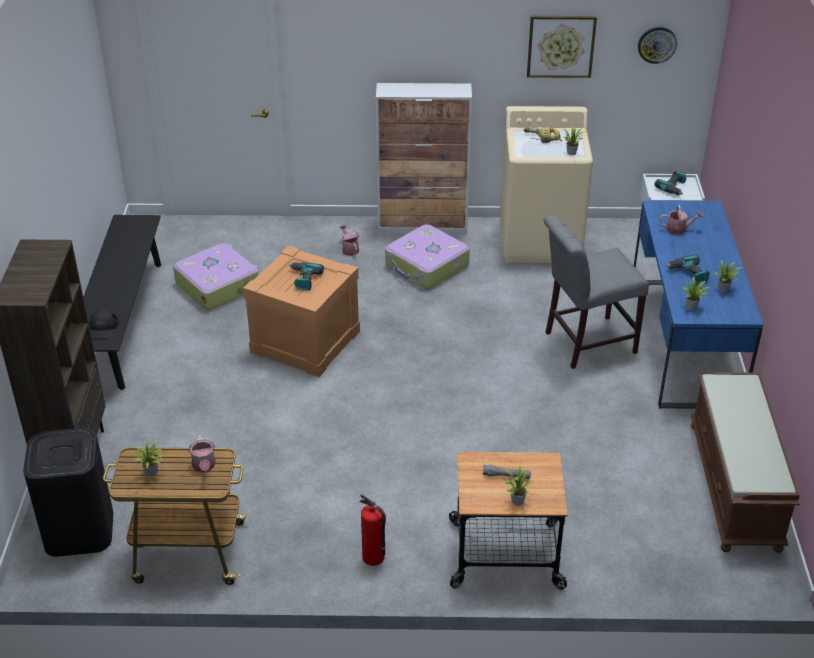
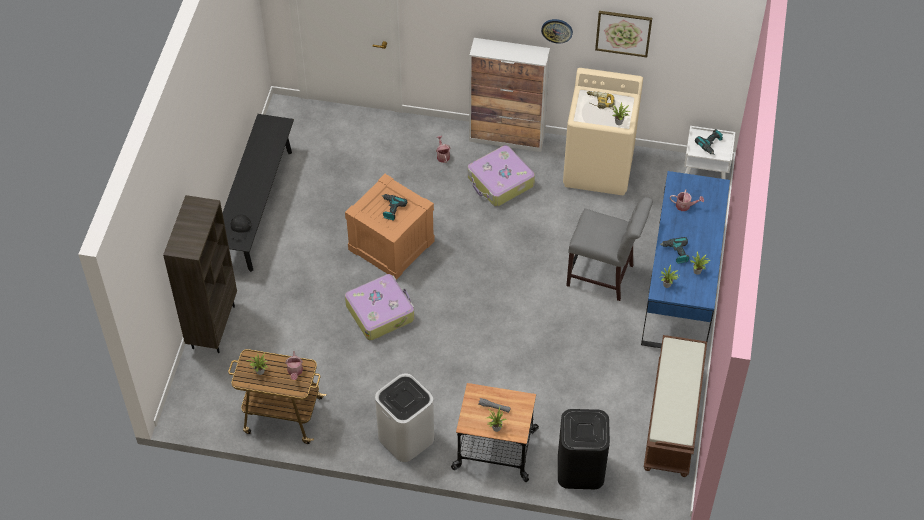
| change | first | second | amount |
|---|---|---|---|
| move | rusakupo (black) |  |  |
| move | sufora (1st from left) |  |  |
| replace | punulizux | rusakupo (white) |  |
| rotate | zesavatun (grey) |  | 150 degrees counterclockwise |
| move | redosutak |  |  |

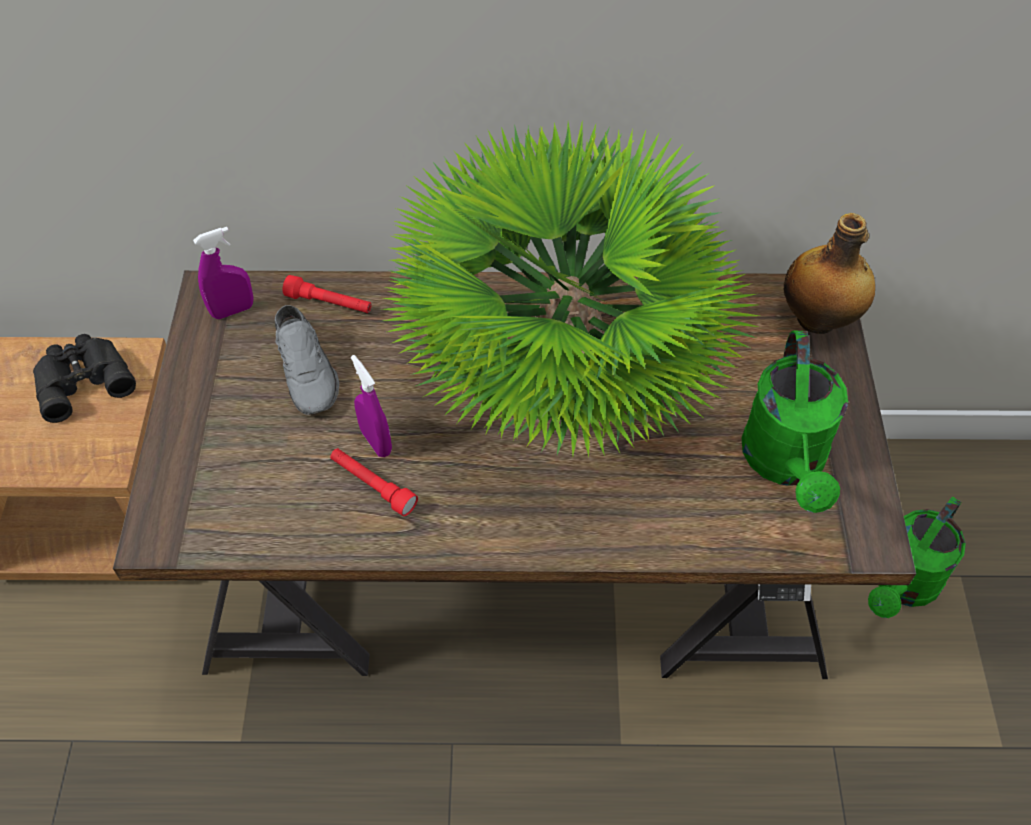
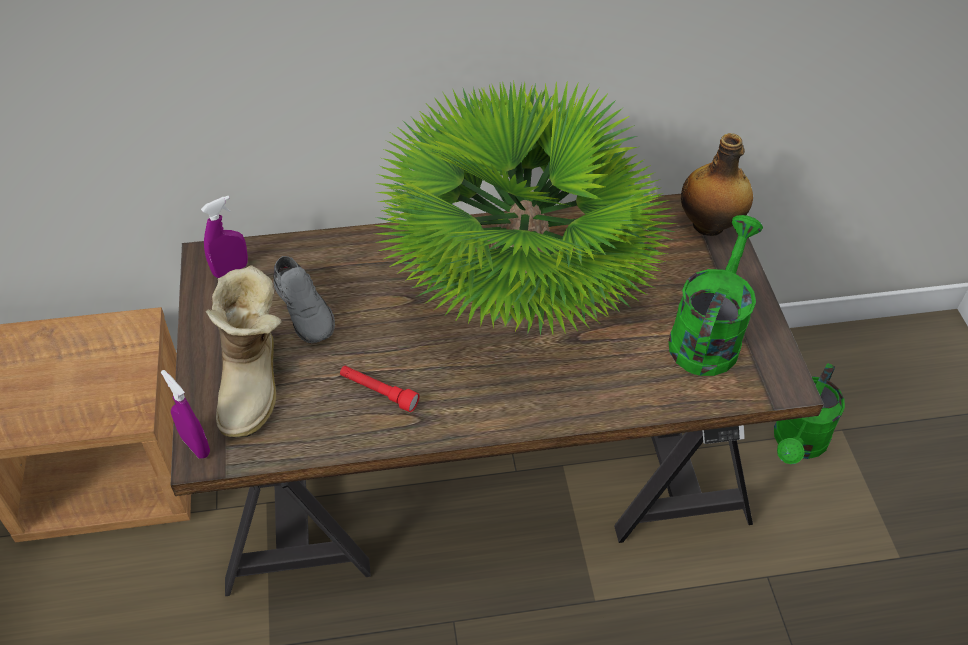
| change | first | second | amount |
|---|---|---|---|
| delete | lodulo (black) |  |  |
| delete | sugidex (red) (1st from left) |  |  |
| move | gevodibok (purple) (2nd from left in the first image) | gevodibok (purple) (1st from left) |  |
| rotate | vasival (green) (1st from left) |  | 150 degrees counterclockwise |
| insert |  | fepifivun |  |

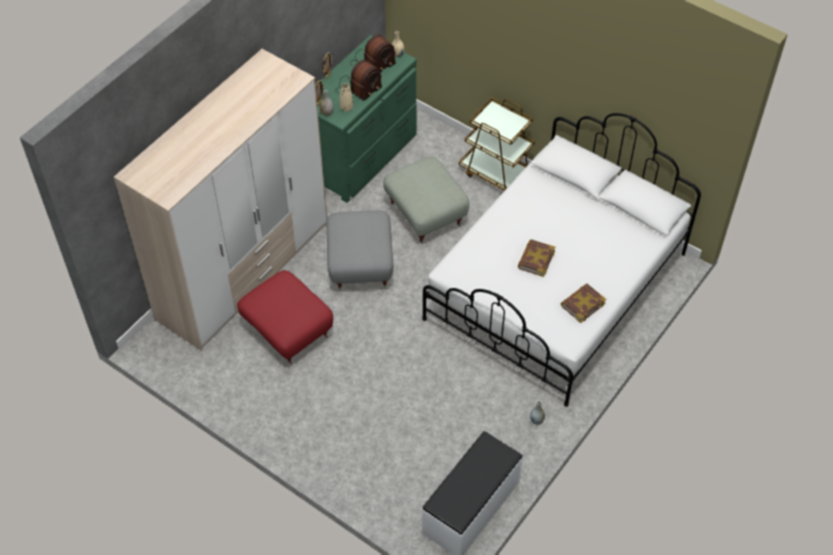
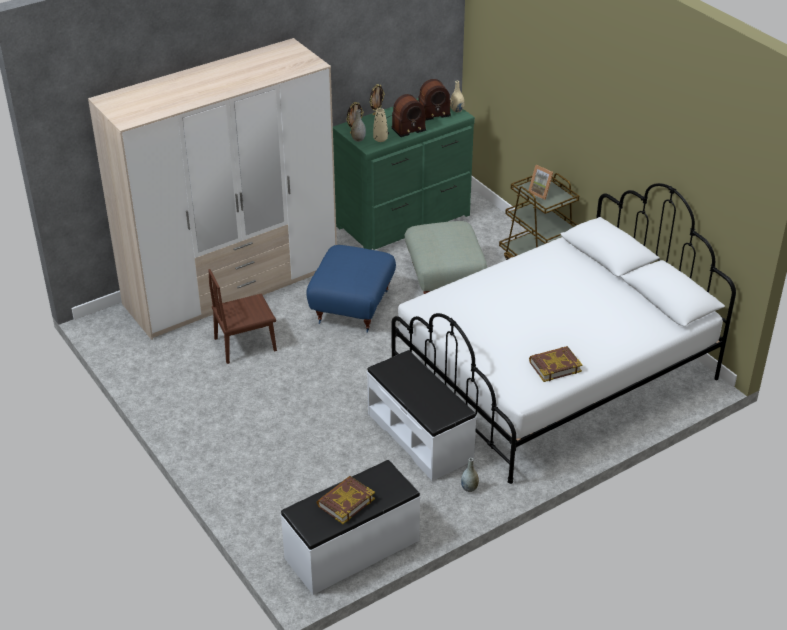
| change | first | second | amount |
|---|---|---|---|
| replace | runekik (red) | zesavatun (brown) |  |
| recolor | runekik (grey) (1st from left) | runekik (blue) |  |
| move | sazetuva (1st from left) |  |  |
| insert |  | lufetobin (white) (2nd from left) |  |
| insert |  | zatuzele (3rd from left) |  |

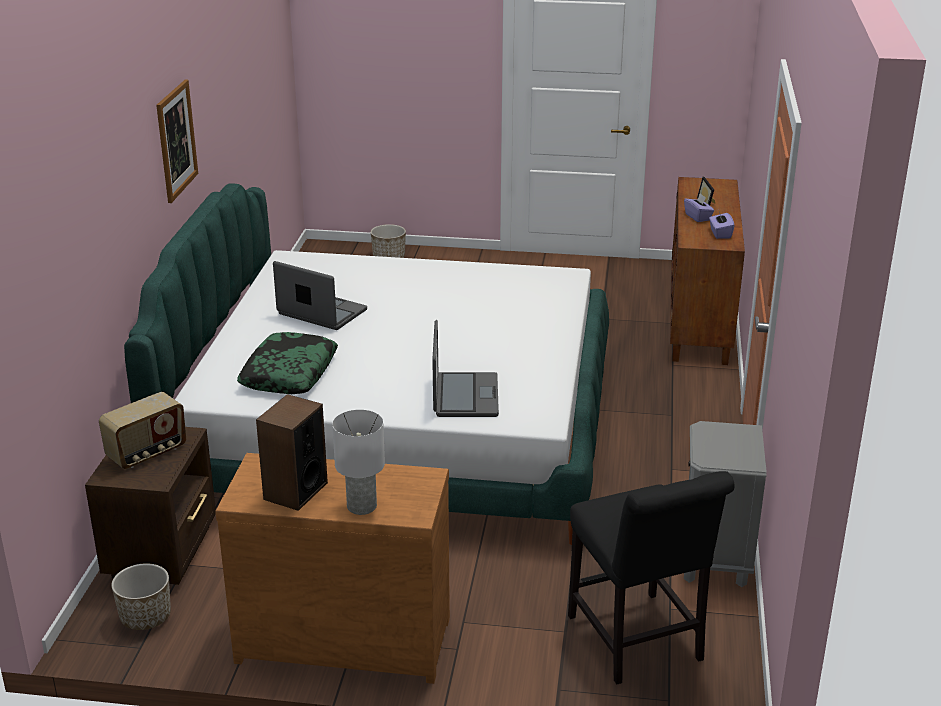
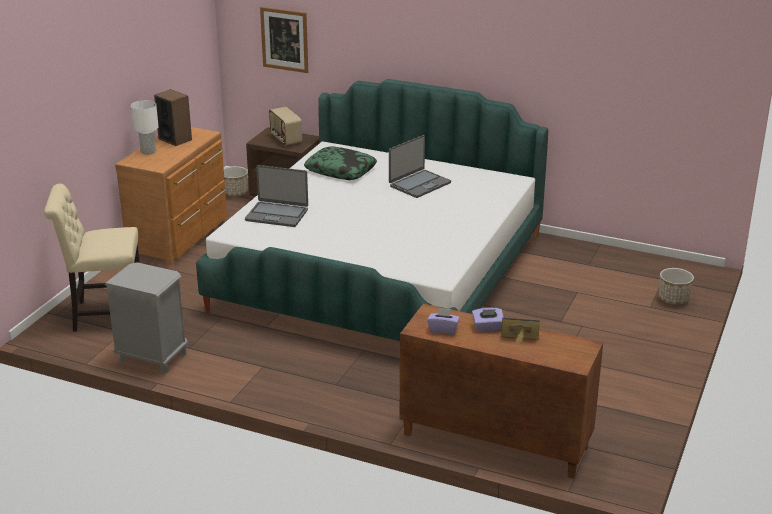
| change | first | second | amount |
|---|---|---|---|
| move | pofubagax |  |  |
| recolor | zesavatun (black) | zesavatun (beige) |  |

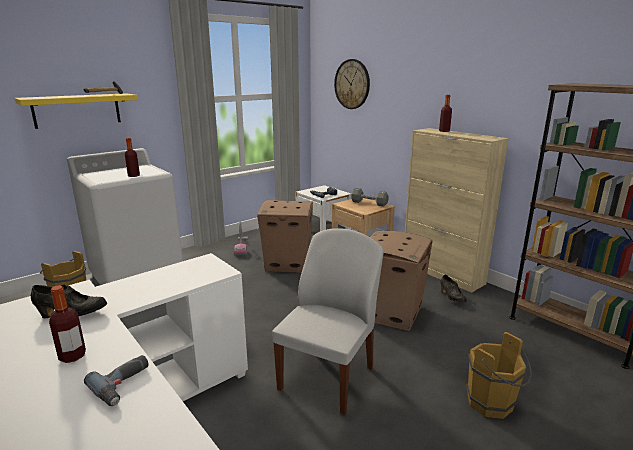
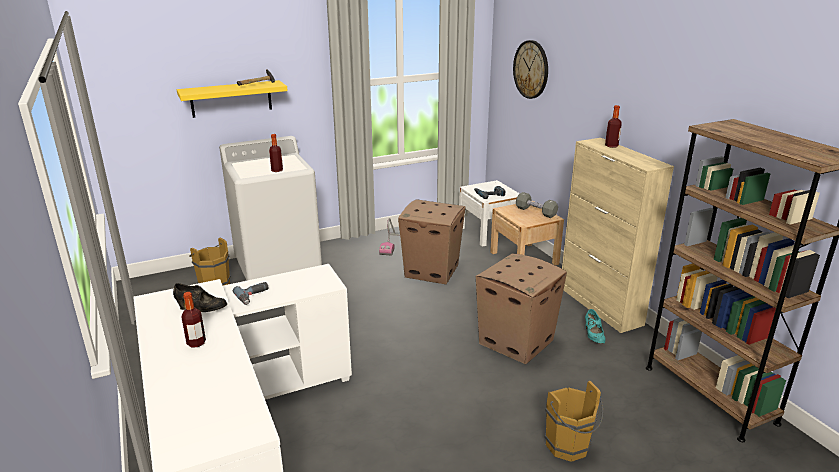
| change | first | second | amount |
|---|---|---|---|
| move | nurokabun (1st from left) |  |  |
| delete | zesavatun (white) |  |  |
| recolor | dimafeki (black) (2nd from left) | dimafeki (turquoise) |  |

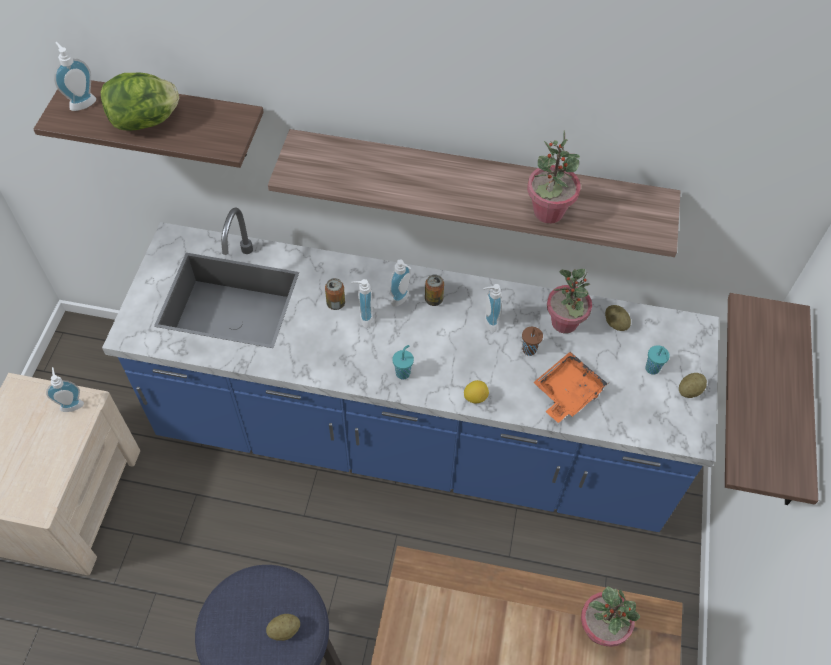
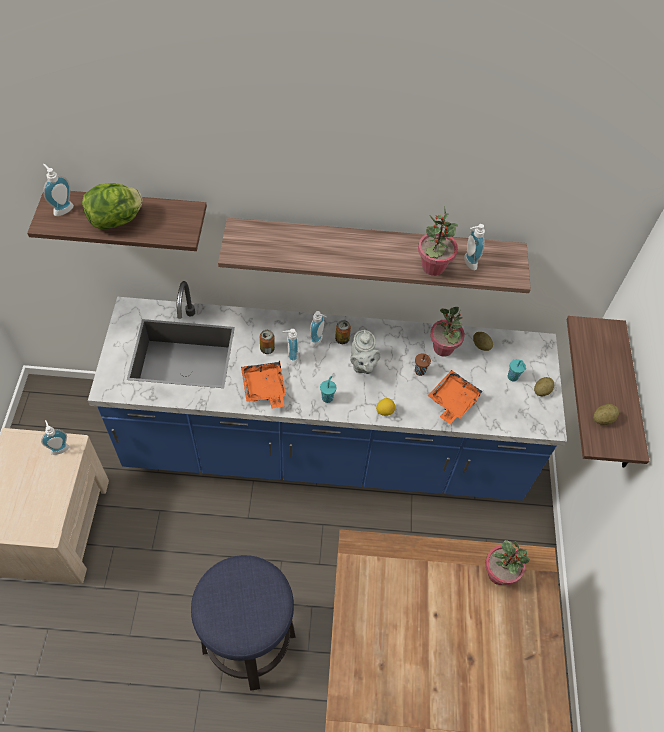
| change | first | second | amount |
|---|---|---|---|
| move | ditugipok (1st from left in the first image) | ditugipok (3rd from left) |  |
| move | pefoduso (5th from left) |  |  |
| insert |  | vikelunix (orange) (1st from left) |  |
| insert |  | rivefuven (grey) |  |

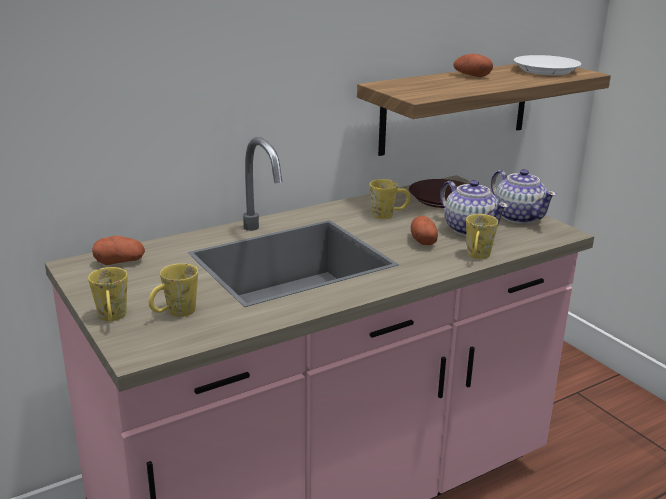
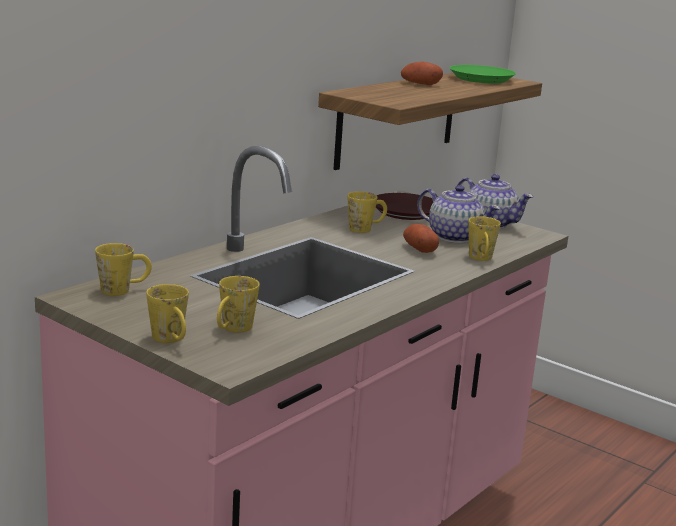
| change | first | second | amount |
|---|---|---|---|
| replace | ditugipok (1st from left) | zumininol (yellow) (1st from left) |  |
| recolor | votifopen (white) | votifopen (green) |  |

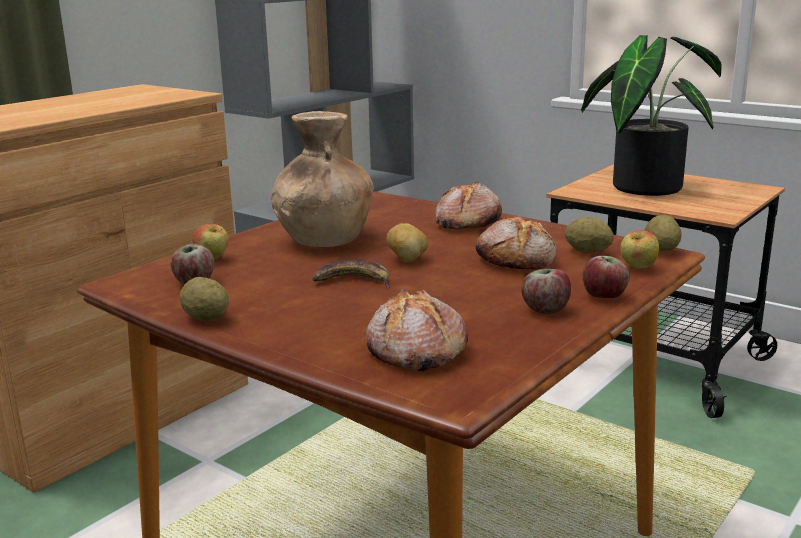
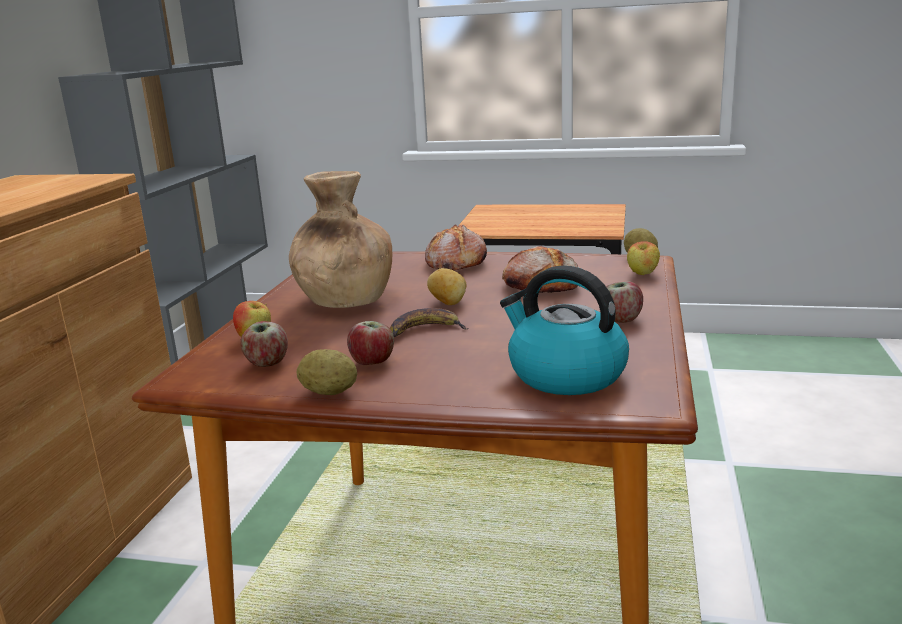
| change | first | second | amount |
|---|---|---|---|
| replace | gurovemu (1st from left) | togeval |  |
| delete | ditugipok (3rd from left) |  |  |
| delete | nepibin |  |  |
| move | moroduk (4th from left in the first image) | moroduk (3rd from left) |  |

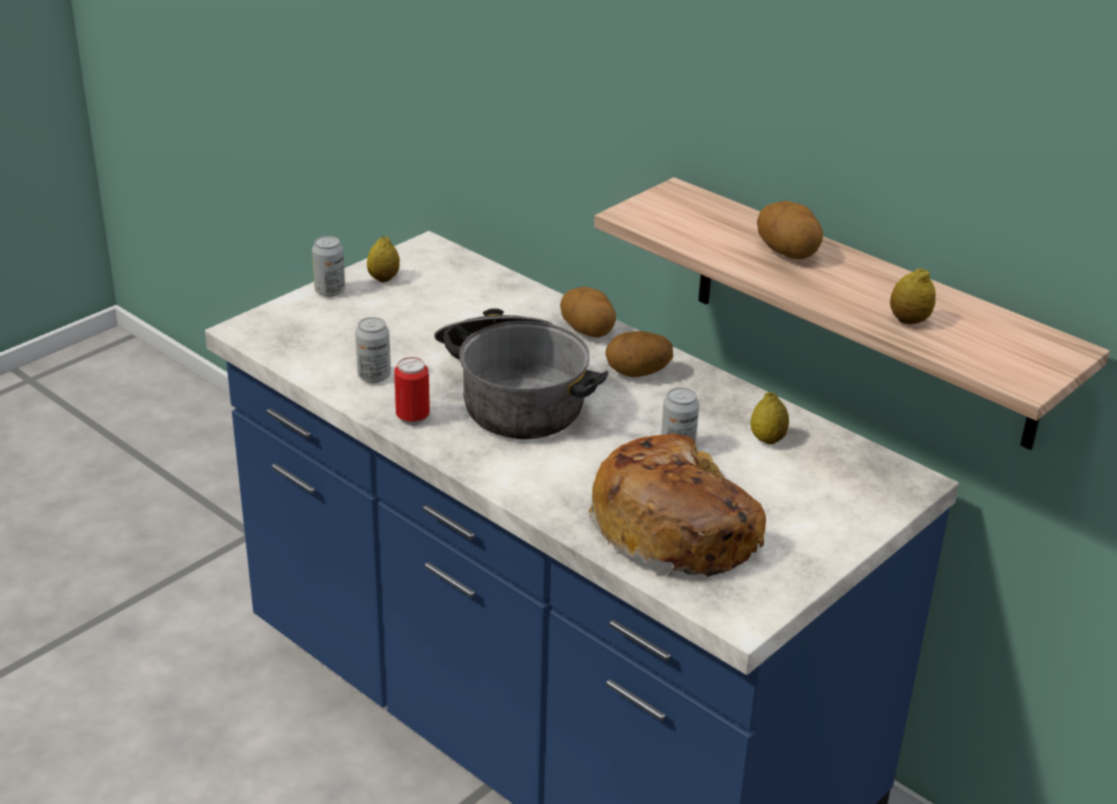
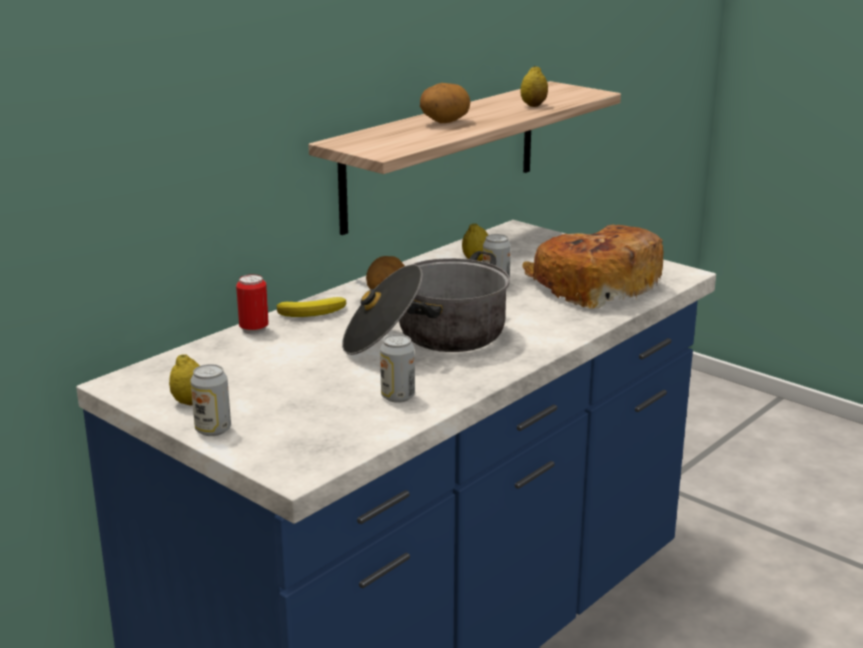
| change | first | second | amount |
|---|---|---|---|
| move | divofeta (3rd from left in the first image) | divofeta (2nd from left) |  |
| replace | ditugipok (1st from left) | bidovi |  |

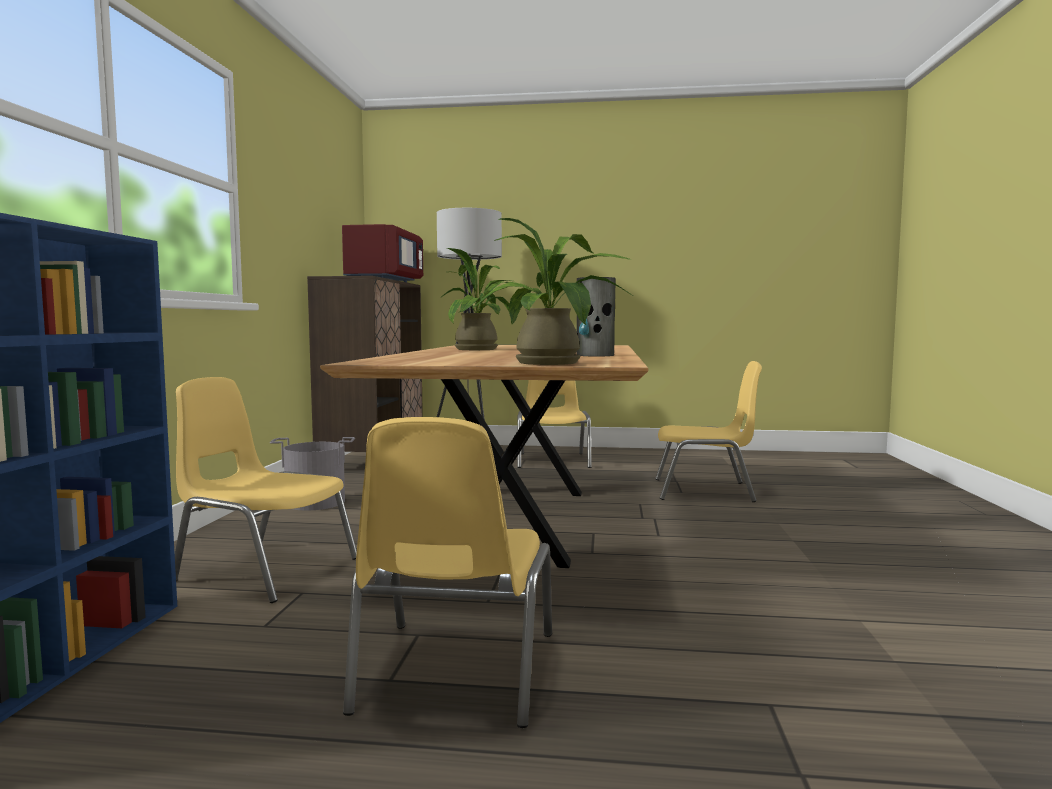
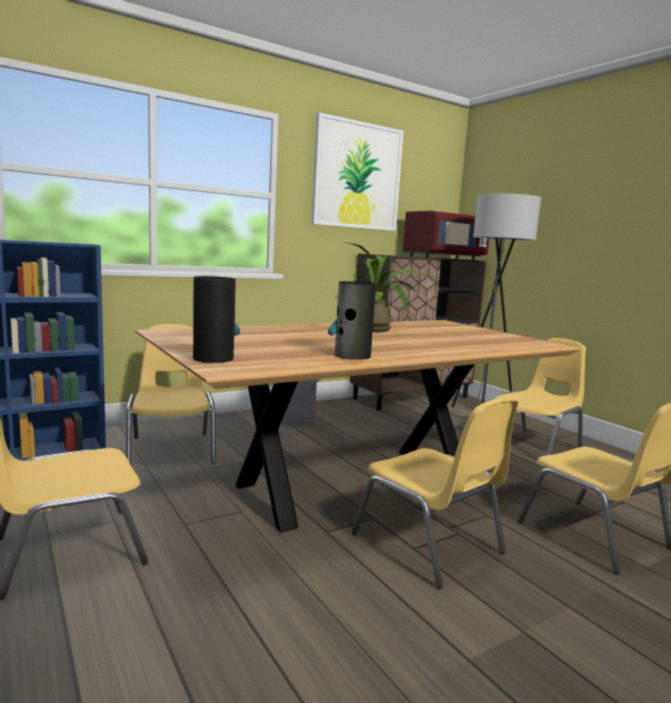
| change | first | second | amount |
|---|---|---|---|
| replace | nepibin (2nd from left) | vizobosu (1st from left) |  |
| insert |  | pofubagax |  |
| insert |  | zesavatun (yellow) (3rd from left) |  |

